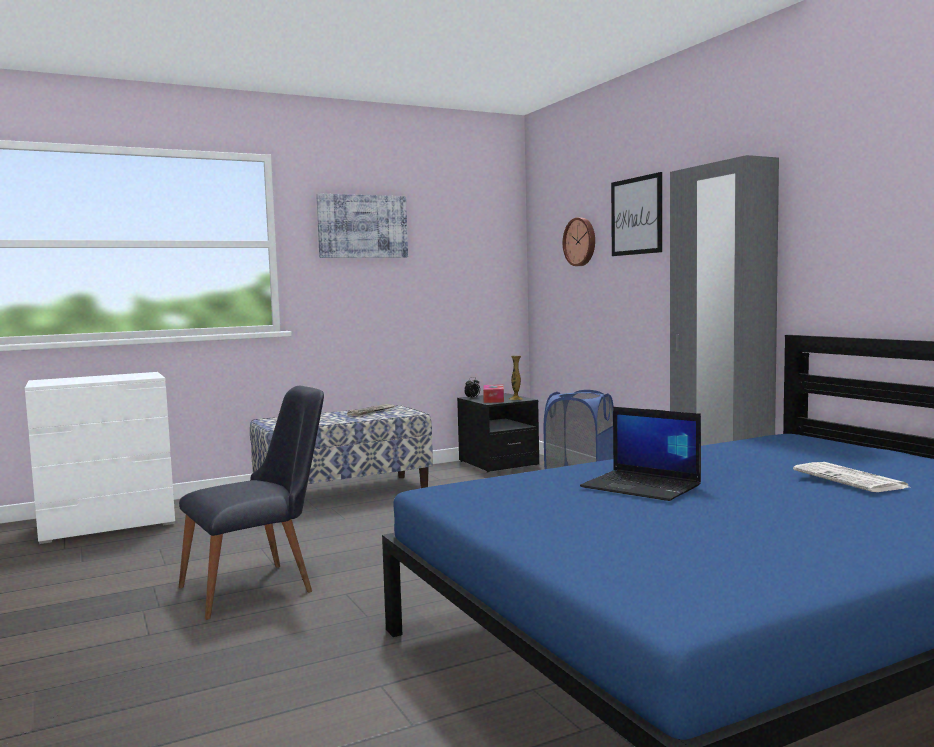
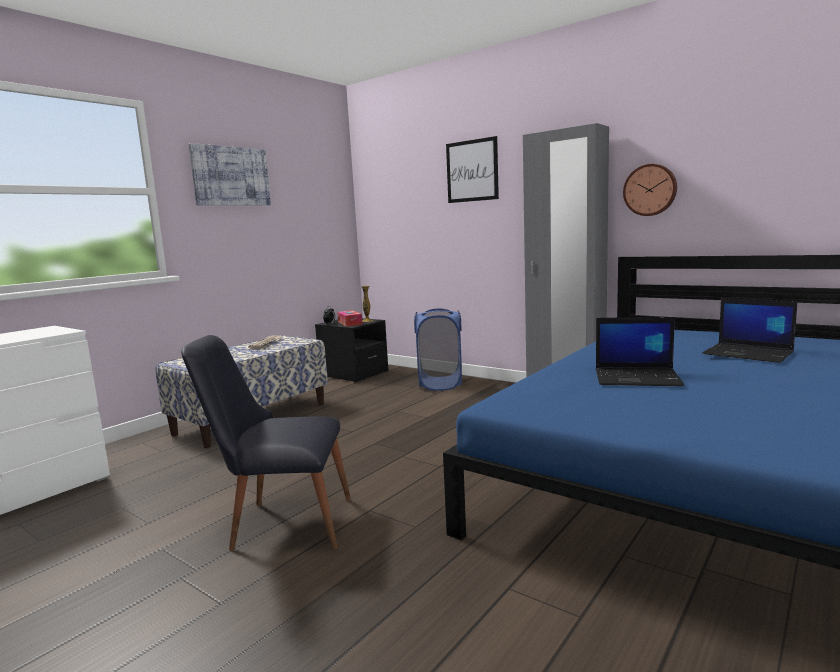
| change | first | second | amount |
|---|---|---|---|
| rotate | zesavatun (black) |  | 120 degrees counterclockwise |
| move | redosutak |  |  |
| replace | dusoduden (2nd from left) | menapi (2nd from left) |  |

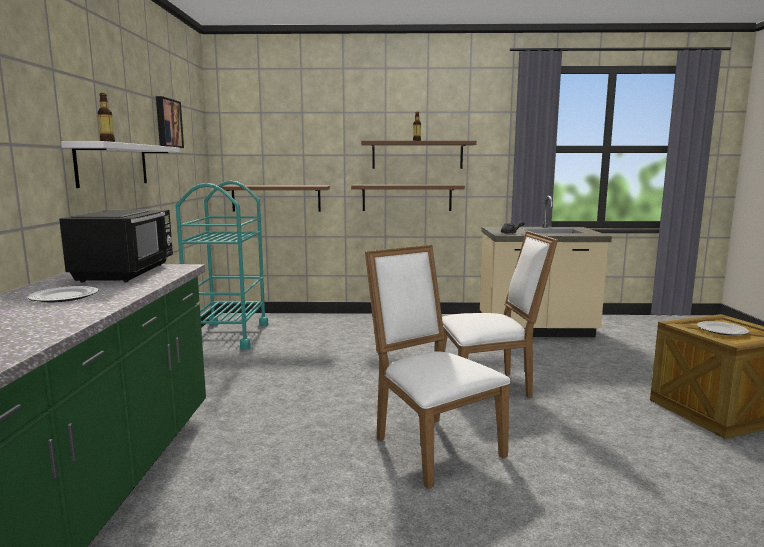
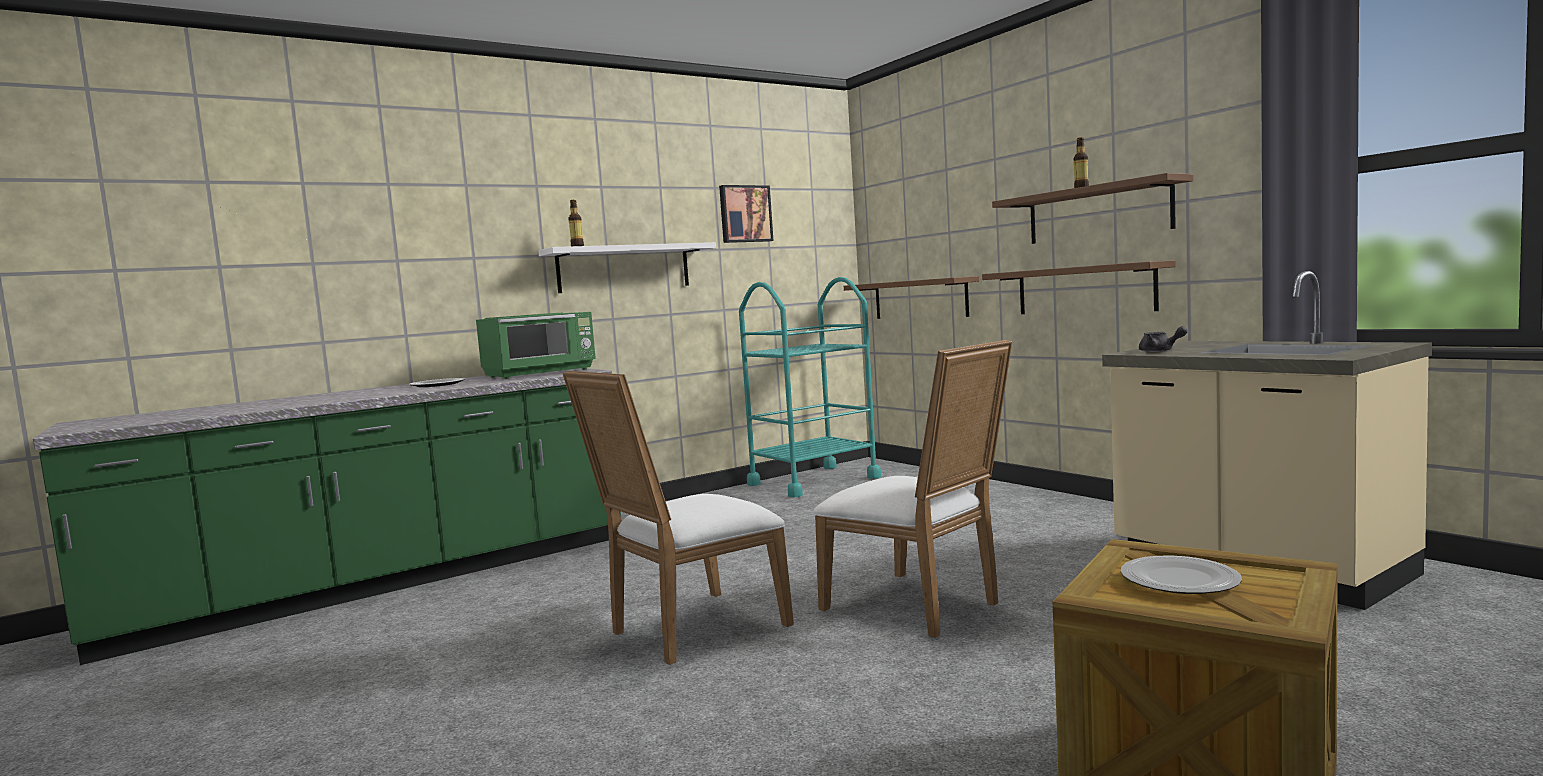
| change | first | second | amount |
|---|---|---|---|
| recolor | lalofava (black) | lalofava (green) |  |
| rotate | zesavatun (white) (1st from left) |  | 150 degrees counterclockwise |

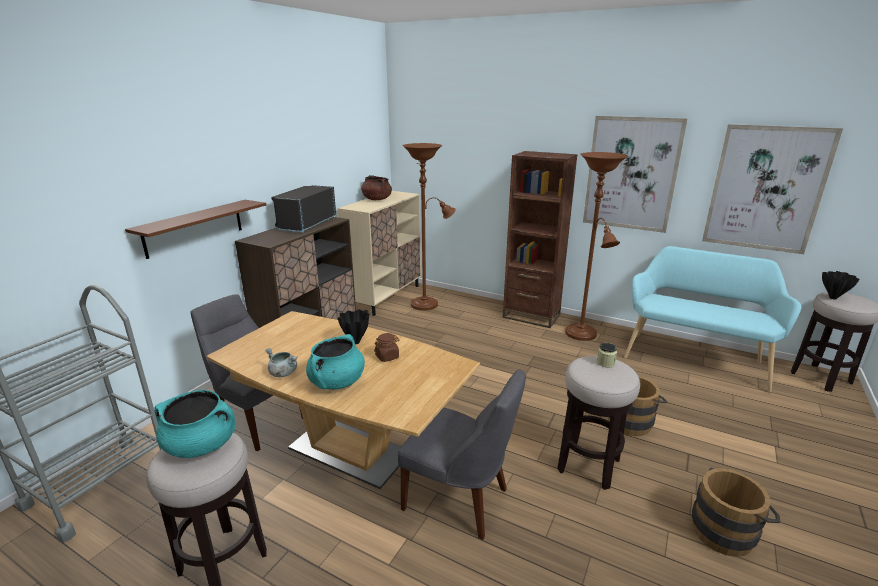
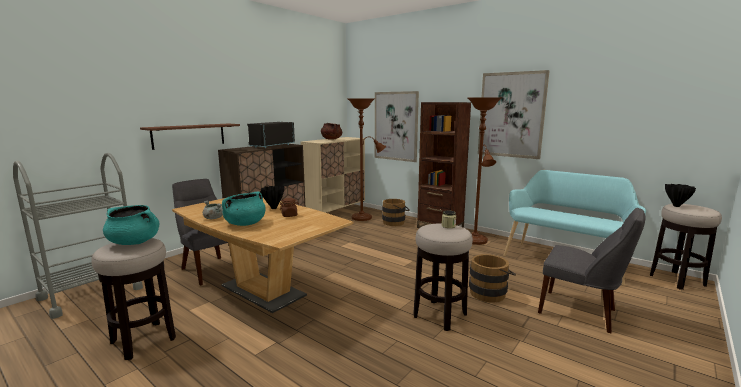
| change | first | second | amount |
|---|---|---|---|
| move | zesavatun (grey) (2nd from left) |  |  |
| move | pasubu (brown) (2nd from left in the first image) | pasubu (brown) (1st from left) |  |
| move | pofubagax (2nd from left in the first image) | pofubagax (1st from left) |  |

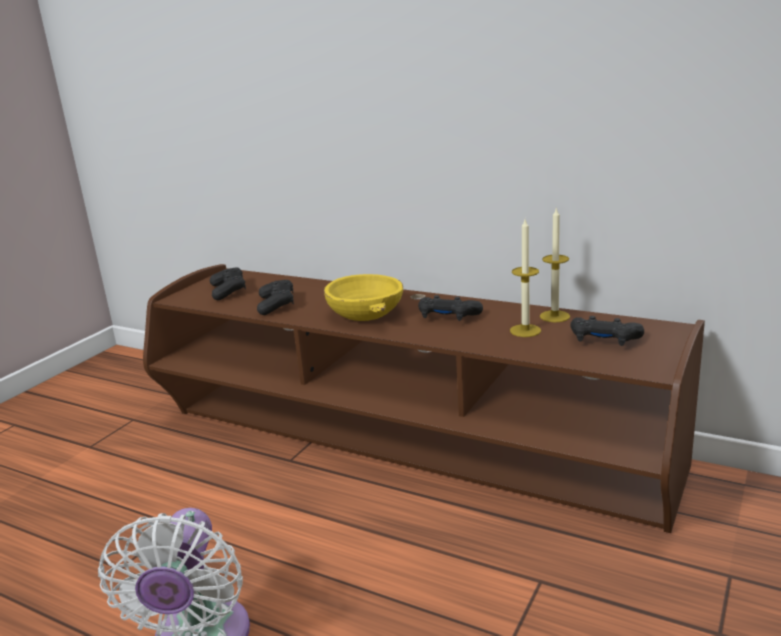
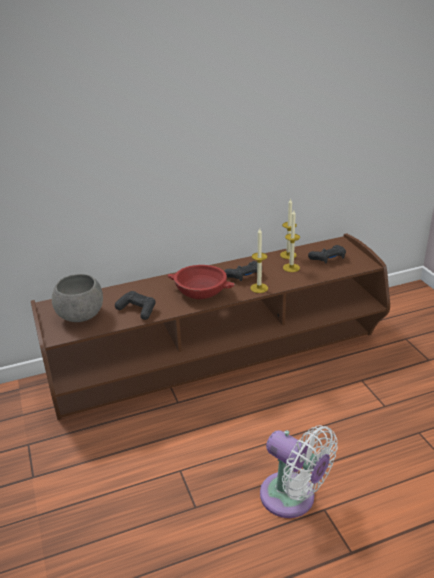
| change | first | second | amount |
|---|---|---|---|
| replace | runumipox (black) (1st from left) | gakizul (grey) |  |
| recolor | gakizul (yellow) | gakizul (red) |  |
| insert |  | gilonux (1st from left) |  |

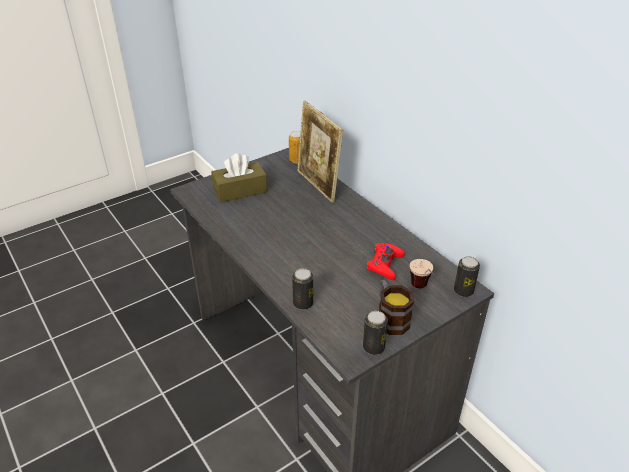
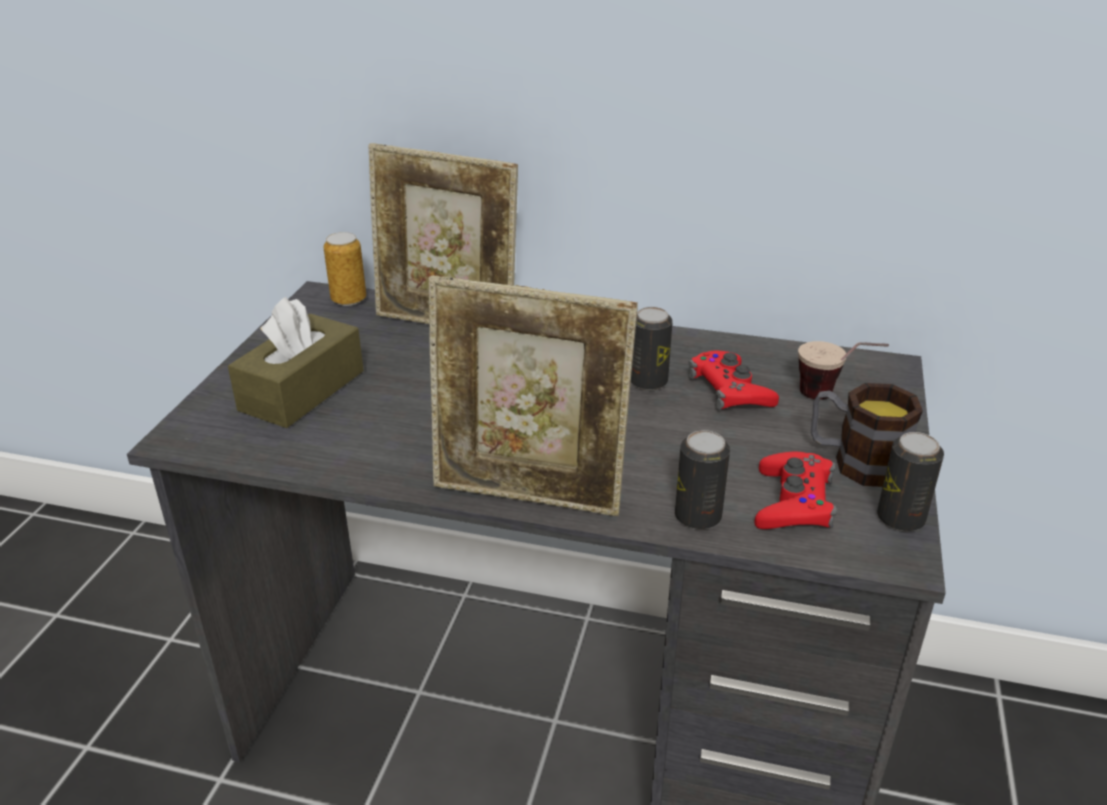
| change | first | second | amount |
|---|---|---|---|
| move | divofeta (4th from left in the first image) | divofeta (2nd from left) |  |
| insert |  | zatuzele (2nd from left) |  |
| insert |  | runumipox (red) (2nd from left) |  |

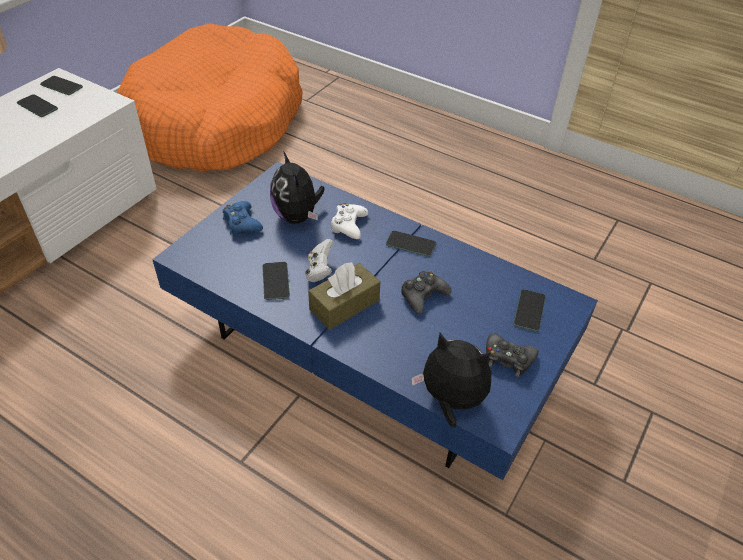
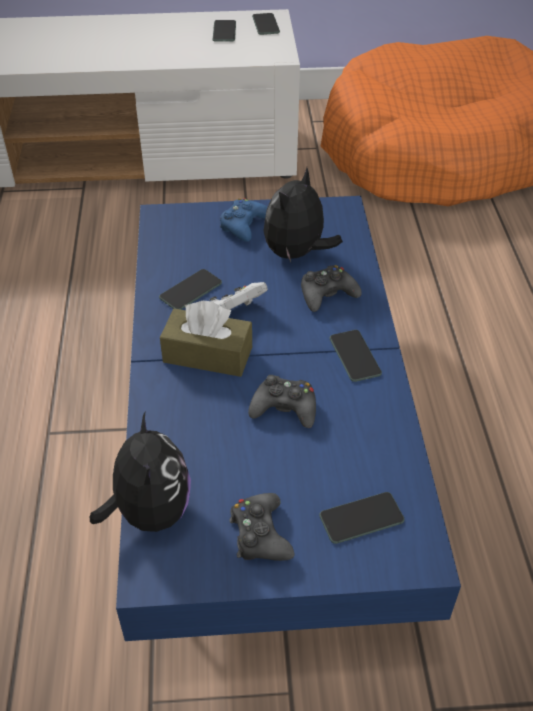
| change | first | second | amount |
|---|---|---|---|
| recolor | runumipox (white) (2nd from left) | runumipox (black) (3rd from left) |  |

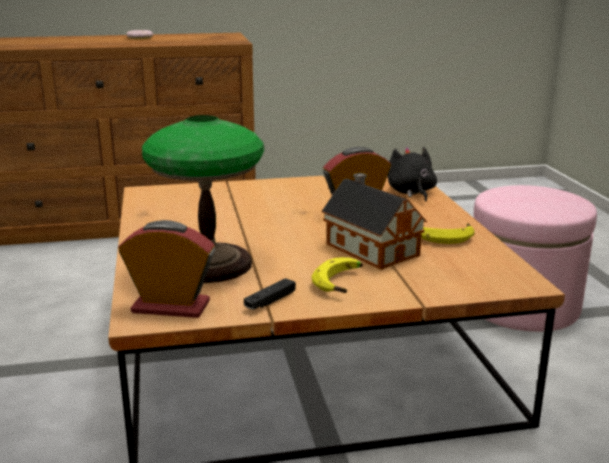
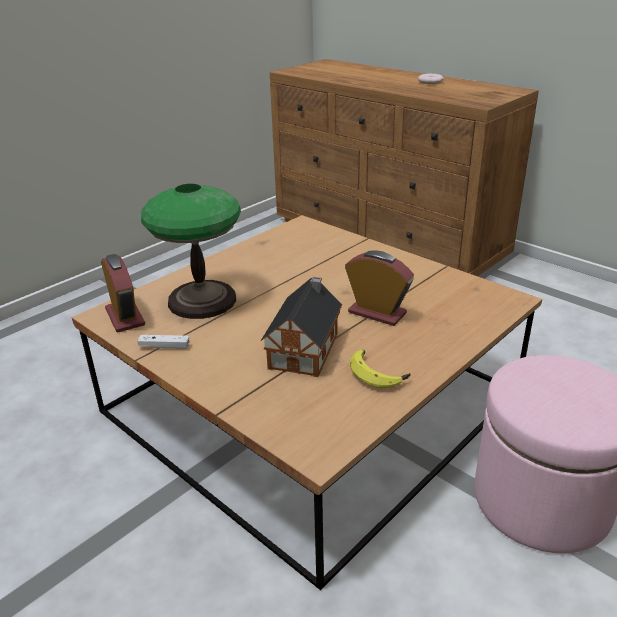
| change | first | second | amount |
|---|---|---|---|
| recolor | runumipox (black) | runumipox (white) |  |
| delete | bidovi (1st from left) |  |  |
| delete | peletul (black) |  |  |

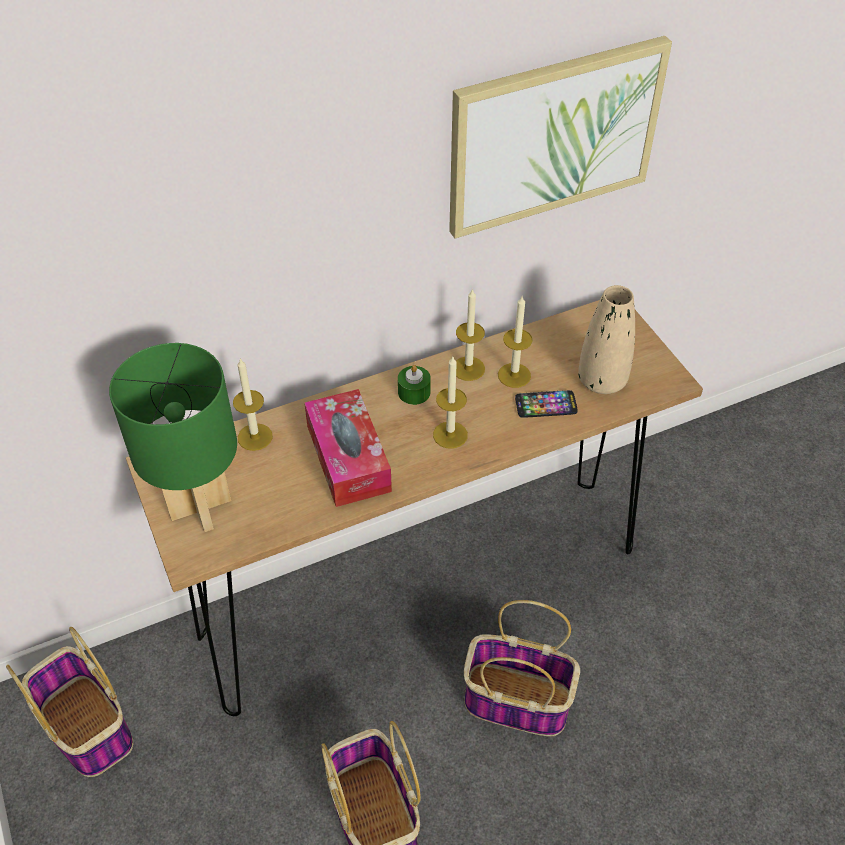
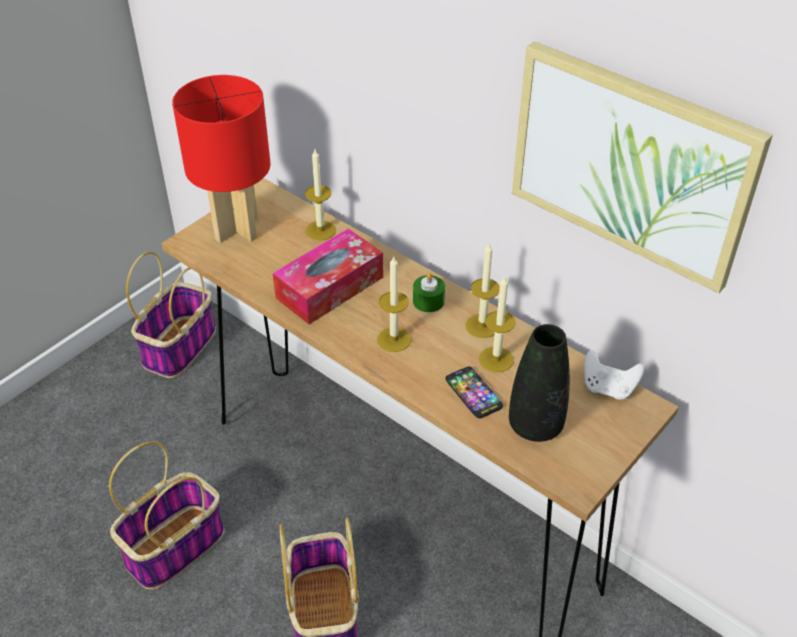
| change | first | second | amount |
|---|---|---|---|
| recolor | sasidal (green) | sasidal (red) |  |
| recolor | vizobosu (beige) | vizobosu (black) |  |
| insert |  | runumipox (white) |  |

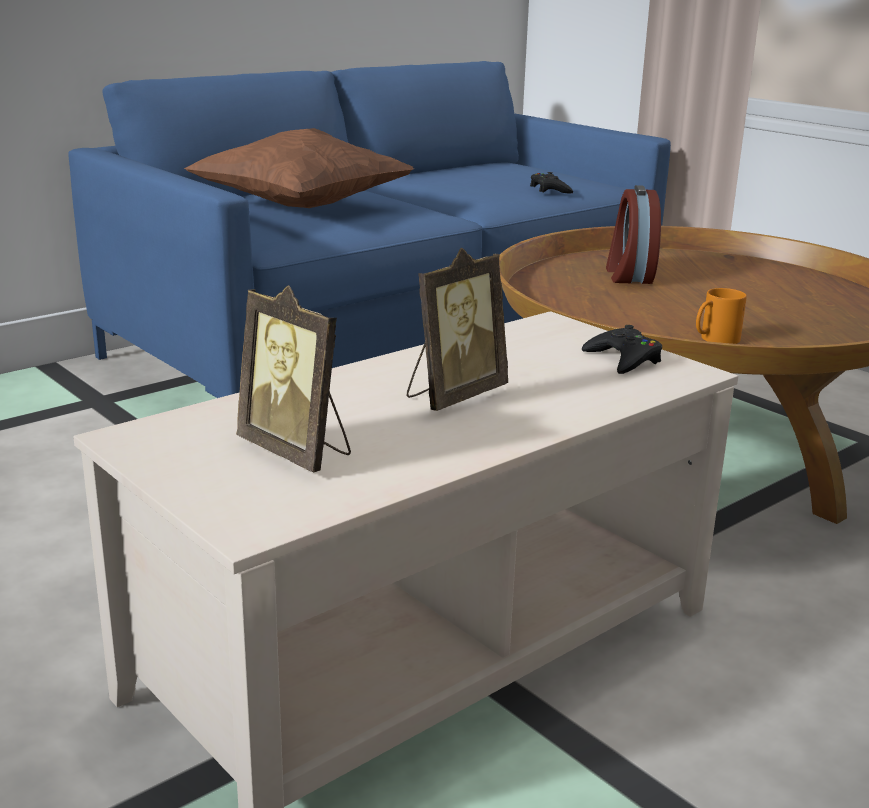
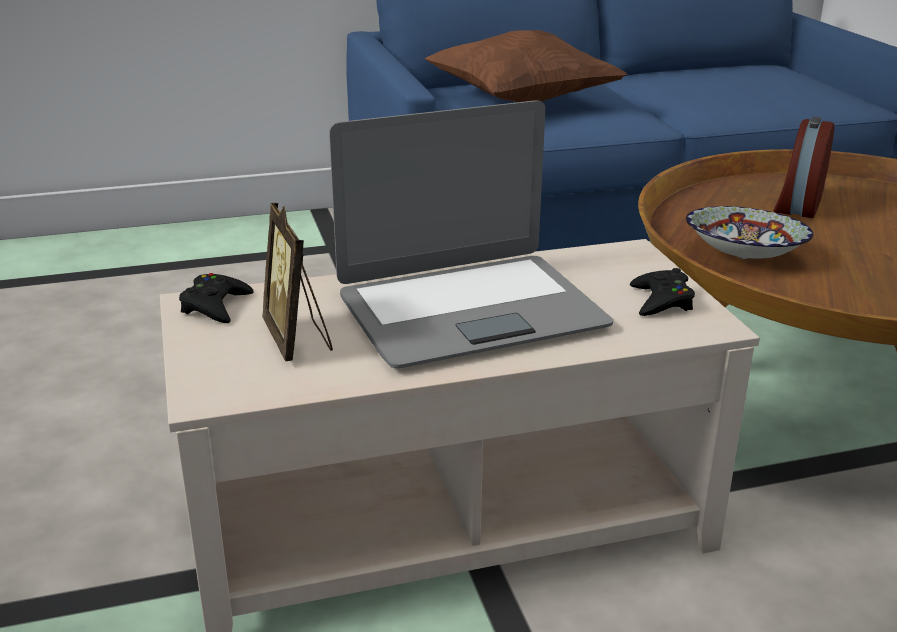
| change | first | second | amount |
|---|---|---|---|
| replace | zatuzele (2nd from left) | menapi |  |
| move | runumipox (black) (1st from left) |  |  |
| delete | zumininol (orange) |  |  |
| insert |  | gakizul |  |

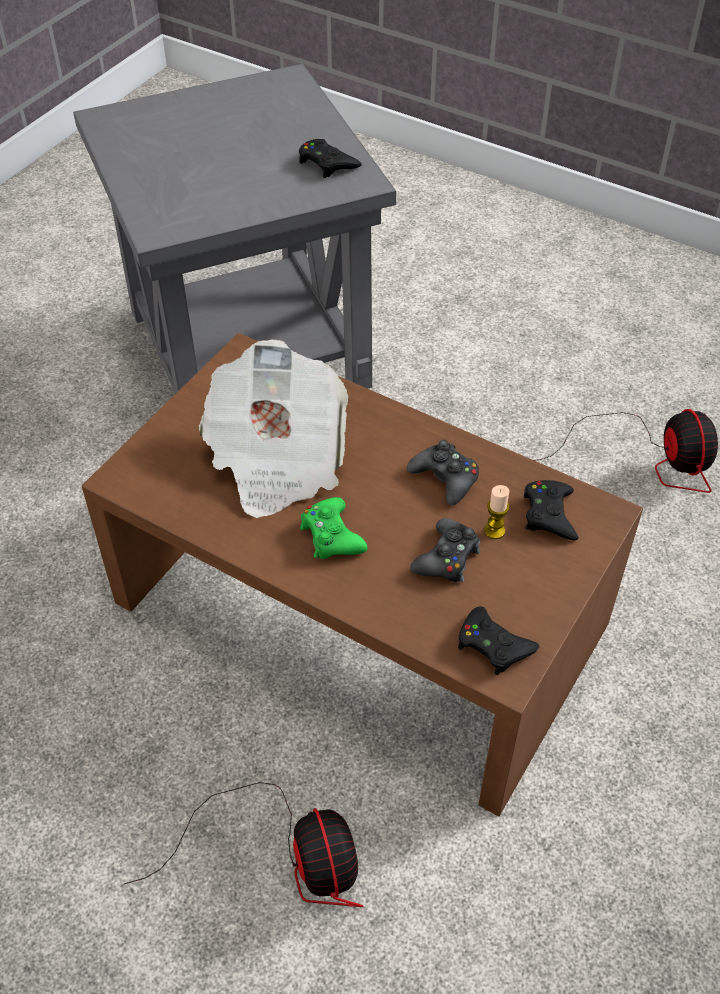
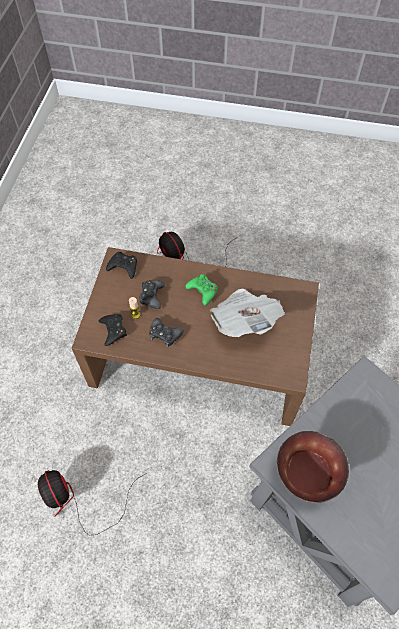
| change | first | second | amount |
|---|---|---|---|
| replace | runumipox (black) (1st from left) | gakizul |  |

